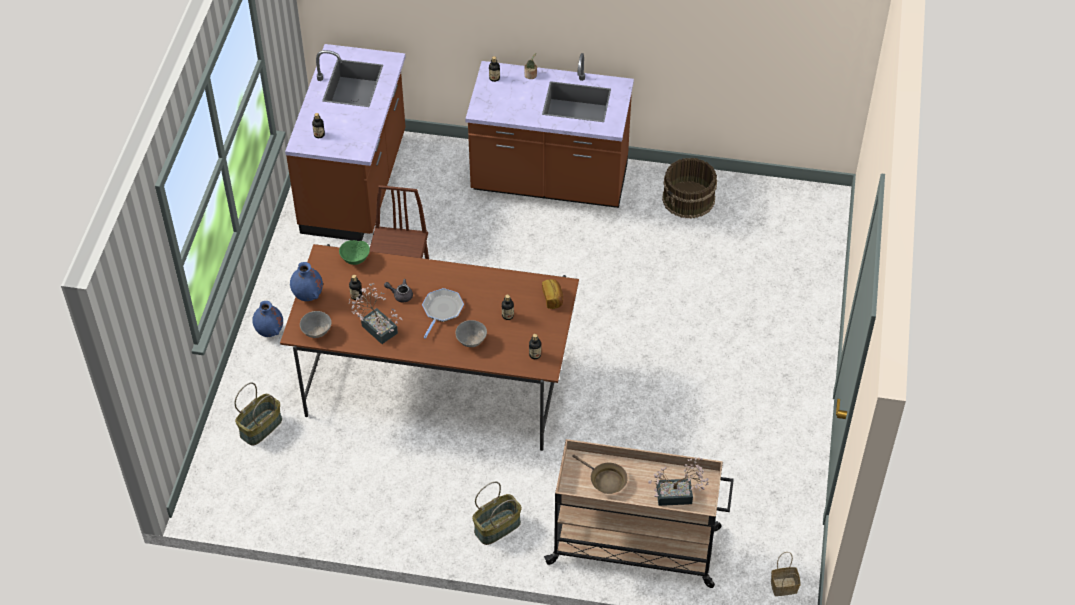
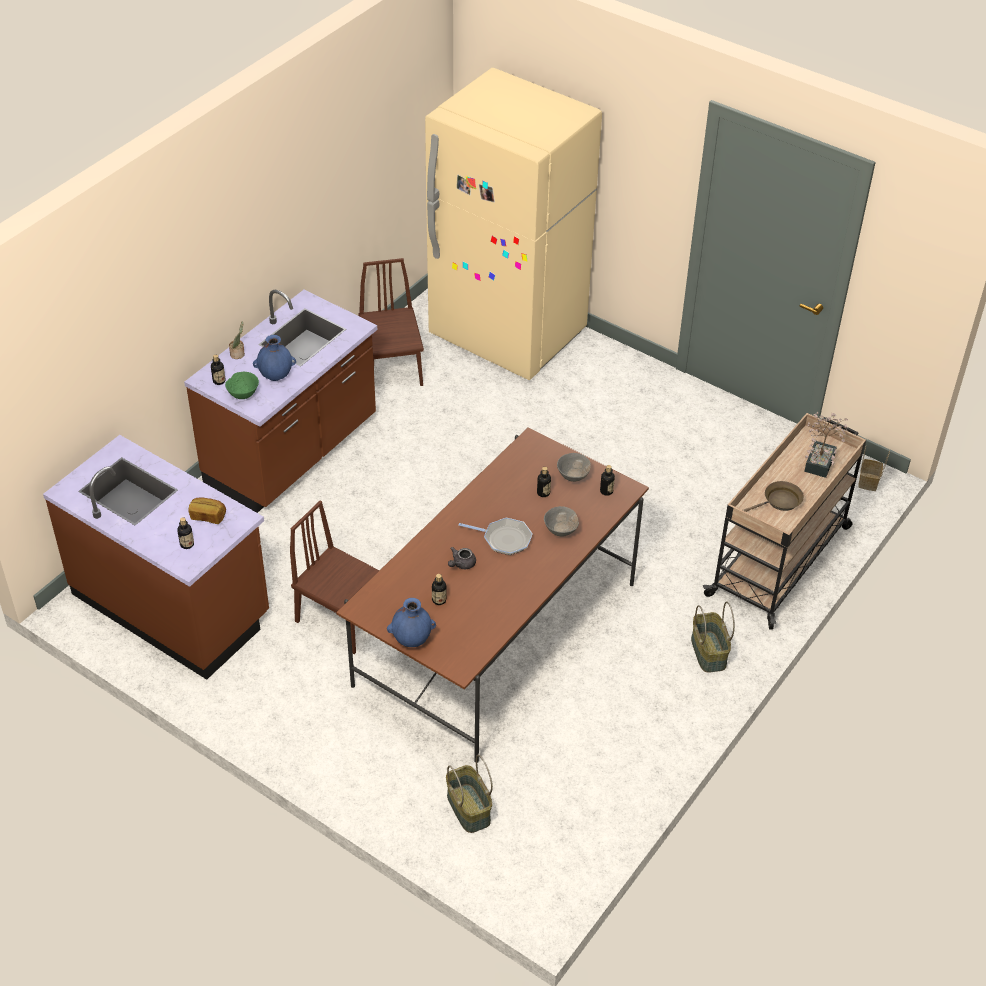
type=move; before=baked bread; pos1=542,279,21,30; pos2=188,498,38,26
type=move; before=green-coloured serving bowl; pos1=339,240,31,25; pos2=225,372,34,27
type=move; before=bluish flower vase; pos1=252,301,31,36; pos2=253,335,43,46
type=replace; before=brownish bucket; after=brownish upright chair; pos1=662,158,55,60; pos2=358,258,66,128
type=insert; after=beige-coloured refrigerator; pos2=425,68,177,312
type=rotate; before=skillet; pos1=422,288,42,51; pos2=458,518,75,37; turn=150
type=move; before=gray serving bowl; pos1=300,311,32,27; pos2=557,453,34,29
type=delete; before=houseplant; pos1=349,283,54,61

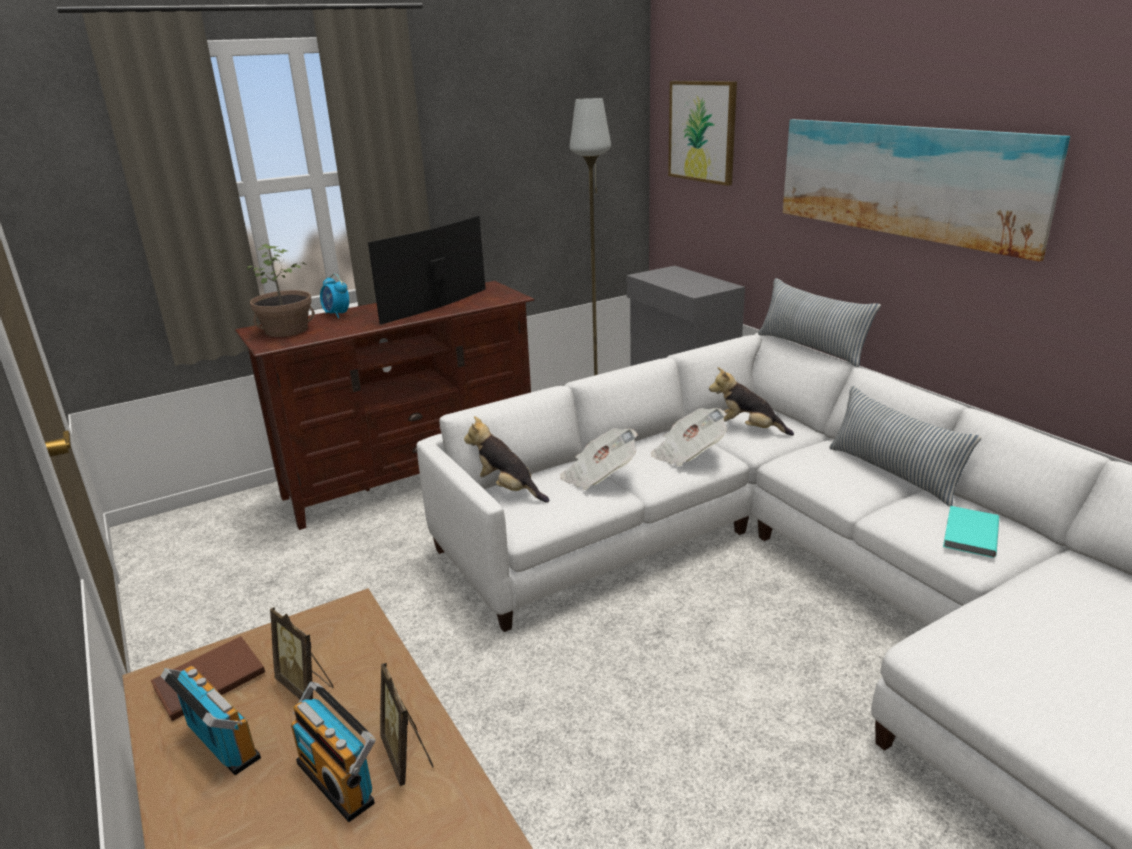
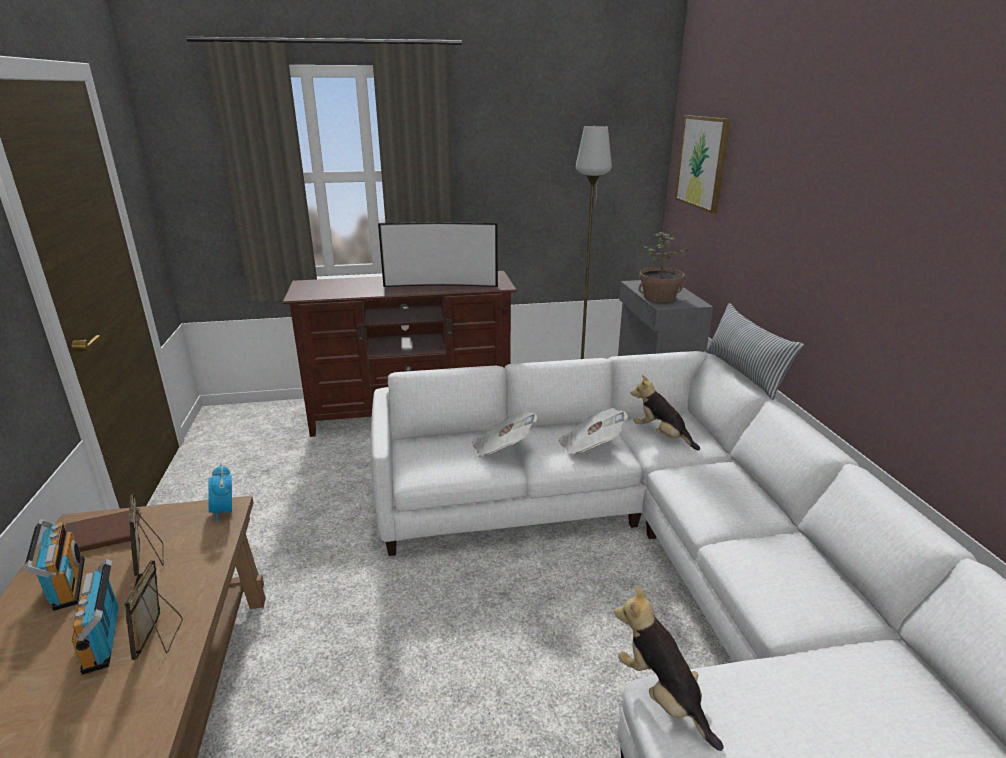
type=move; before=bedside clock; pos1=320,273,29,45; pos2=208,464,24,58
type=rotate; before=TV set; pos1=368,216,118,108; pos2=378,222,120,65; turn=-150
type=move; before=cuddly toy; pos1=464,416,86,87; pos2=614,585,110,166
type=move; before=houseplant; pos1=247,244,68,93; pos2=638,232,50,70
type=delete; before=wall art; pos1=783,119,287,142
type=delete; before=pillow; pos1=829,386,153,121
type=delete; before=turquoise bound book; pos1=943,506,56,52

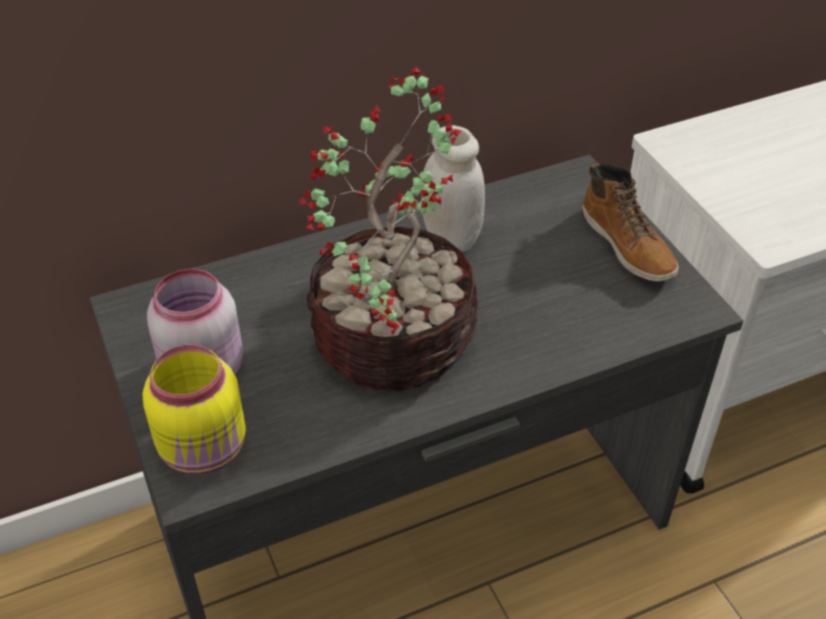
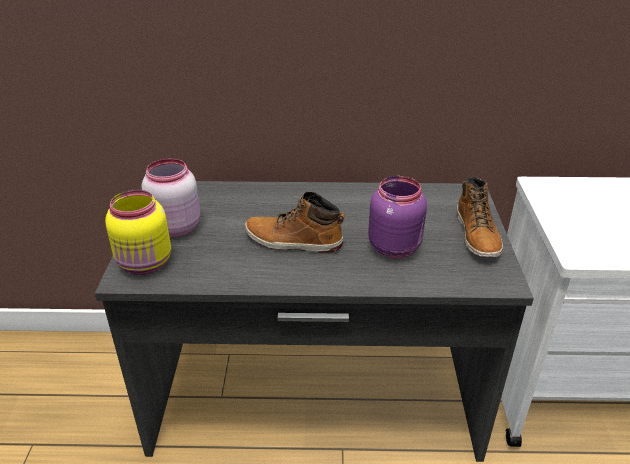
type=replace; before=houseplant; after=tall boot; pos1=299,67,179,324; pos2=245,192,100,60
type=insert; after=purple-coloured preserve jar; pos2=368,176,59,82
type=delete; before=white-coloured preserve jar; pos1=421,125,64,128

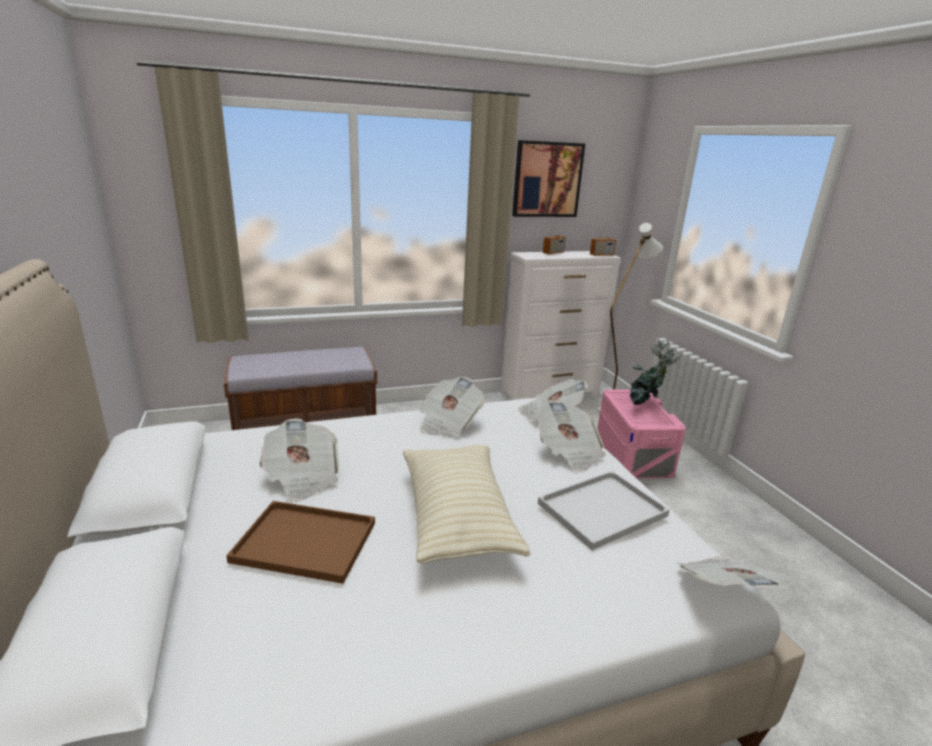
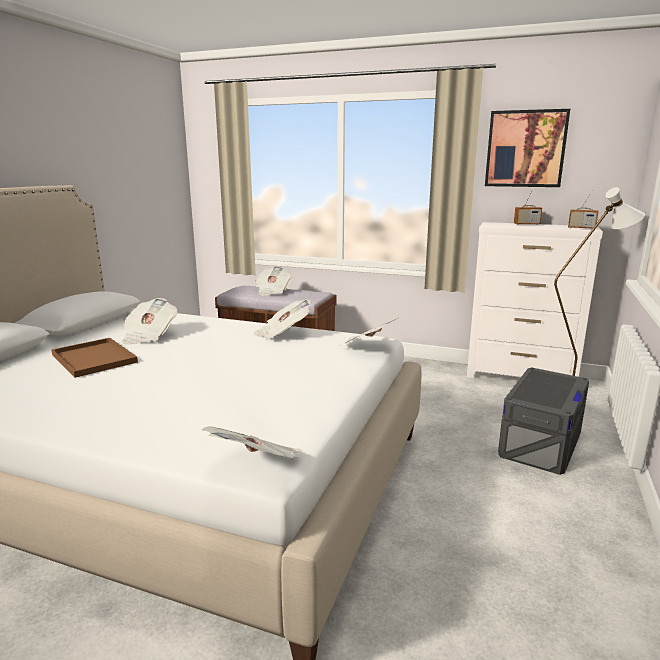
type=move; before=daily paper; pos1=537,400,69,73; pos2=256,266,36,30
type=recolor; before=pink-coloured storage bin; after=gray storage bin; pos1=597,390,89,88; pos2=498,368,91,107
type=delete; before=beige-coloured pillow; pos1=403,445,127,118
type=delete; before=white-coloured tray; pos1=538,471,132,79
type=delete; before=houseplant; pos1=630,339,52,66

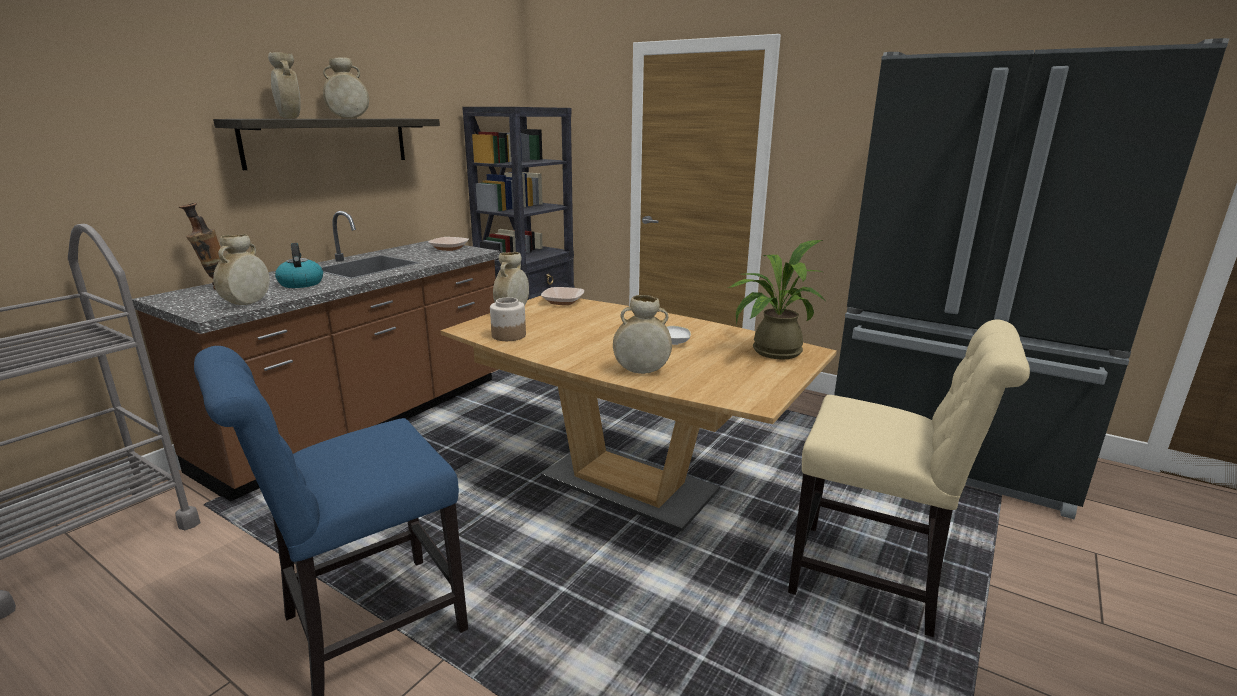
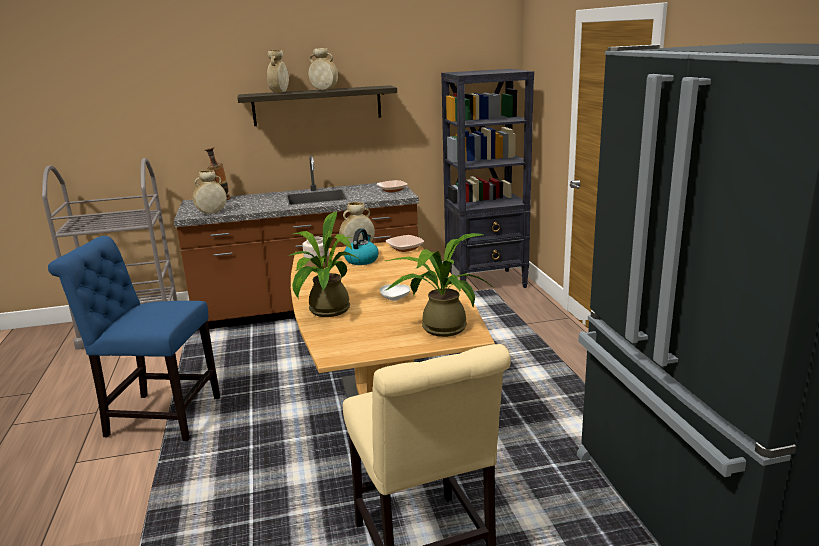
type=replace; before=beige-coloured flower vase; after=houseplant; pos1=613,295,59,79; pos2=287,211,72,106
type=move; before=tea kettle; pos1=275,243,48,45; pos2=344,228,35,37

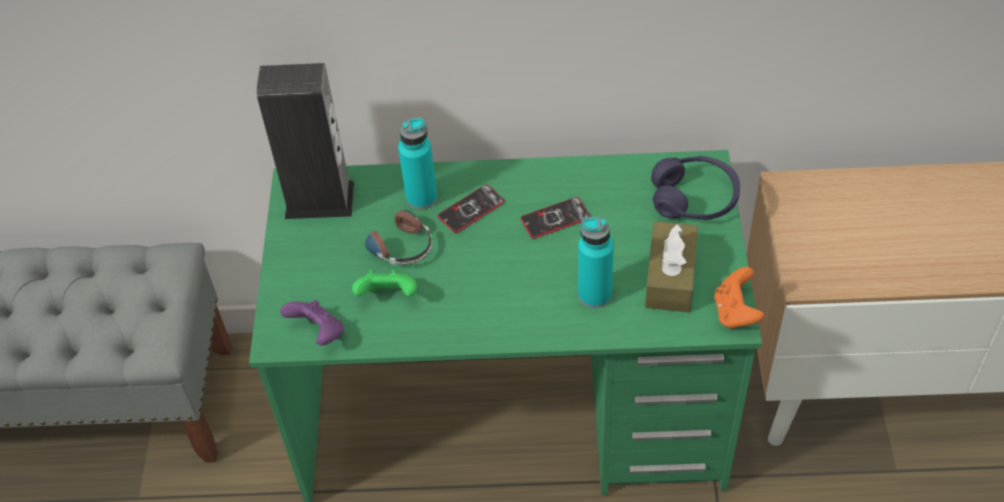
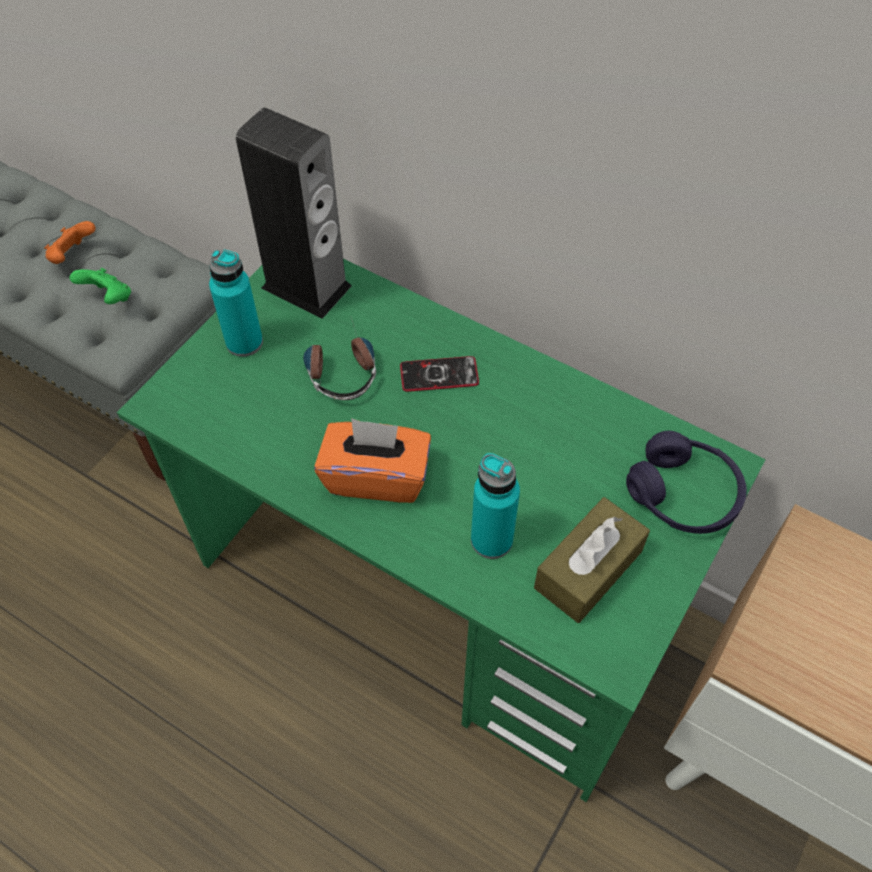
type=move; before=orange-coloured game controller; pos1=714,267,50,62; pos2=44,221,51,43
type=move; before=green-coloured game controller; pos1=352,270,65,27; pos2=70,268,61,36
type=move; before=turquoise bottle; pos1=398,118,39,91; pos2=209,249,54,108
type=insert; after=orange-coloured tissue holder; pos2=314,418,117,85
type=delete; before=purple-coloured game controller; pos1=280,300,64,45
type=delete; before=phone; pos1=520,197,70,42

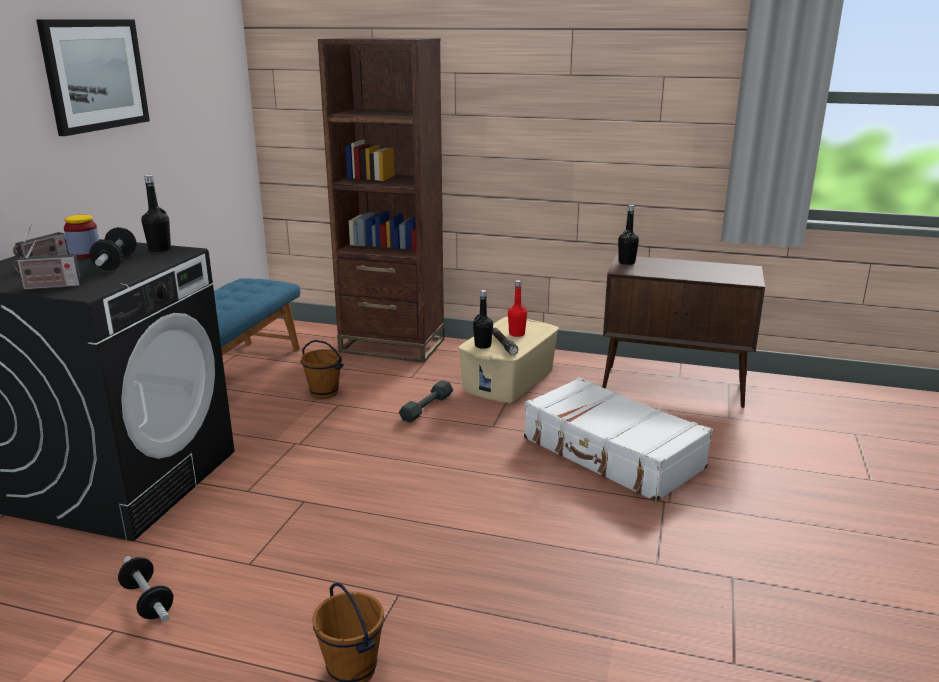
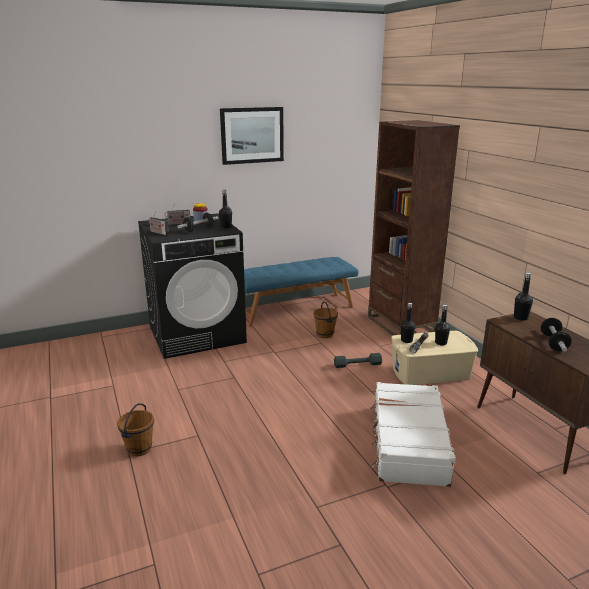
type=recolor; before=red bottle; after=black bottle; pos1=508,280,19,57; pos2=435,305,15,40
type=move; before=dumbbell; pos1=118,556,55,66; pos2=541,318,31,34

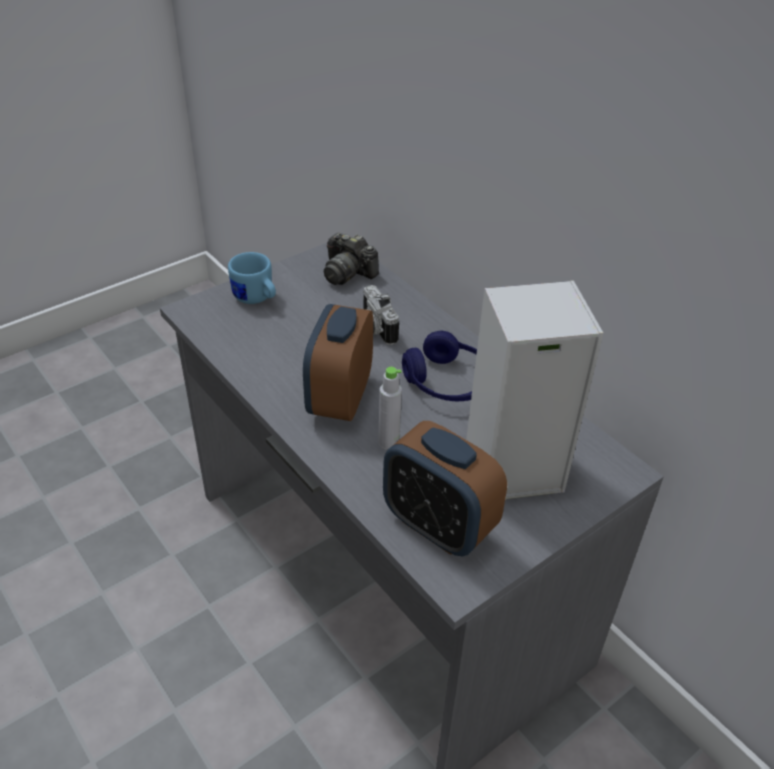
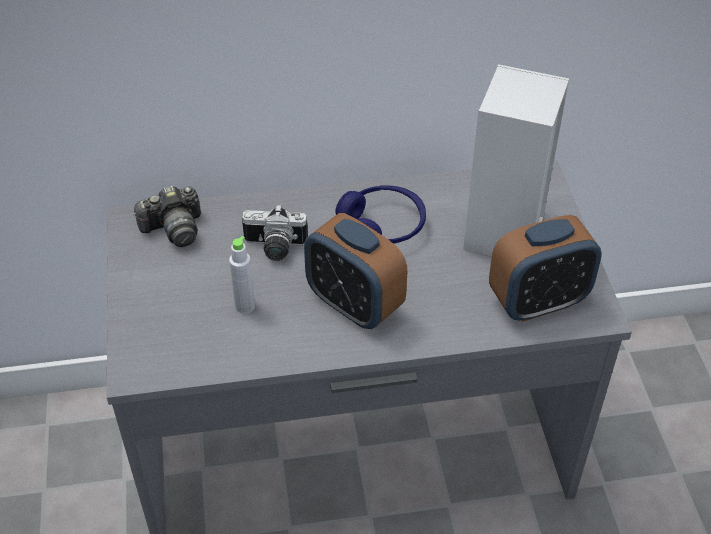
type=move; before=gray bottle; pos1=378,367,24,83; pos2=229,236,26,78
type=delete; before=bluish coffee mug; pos1=228,252,48,52

